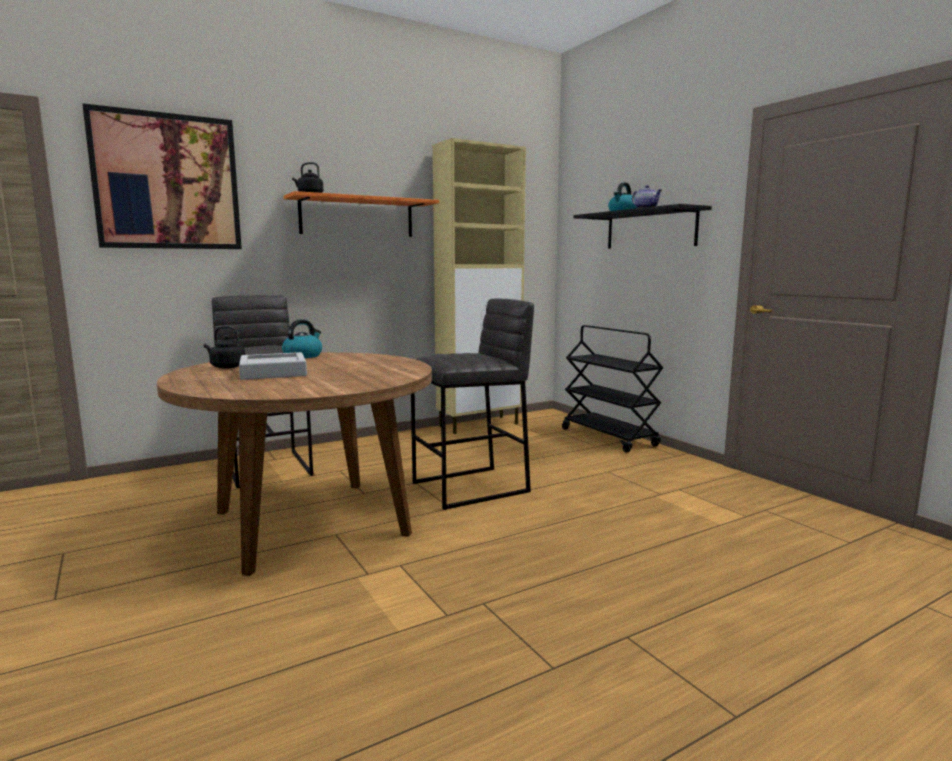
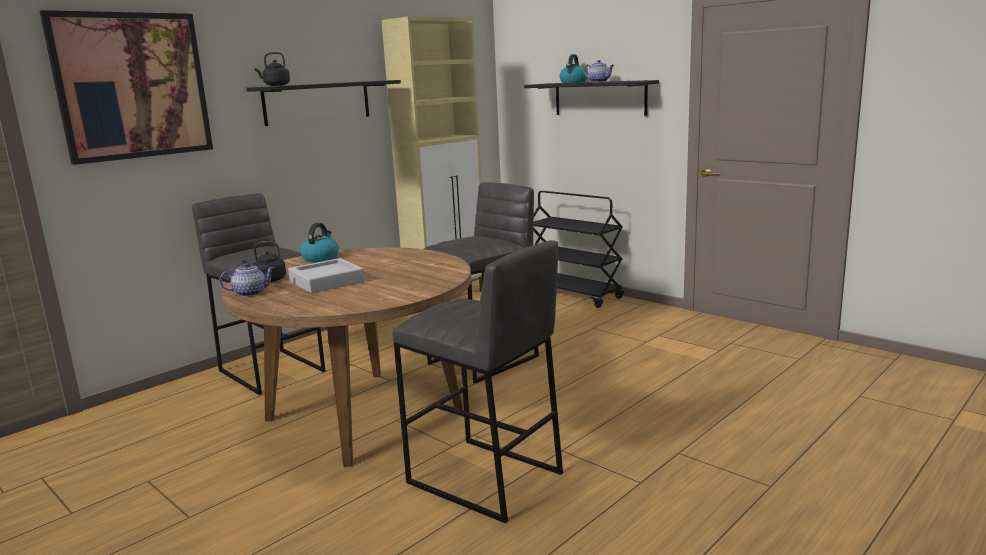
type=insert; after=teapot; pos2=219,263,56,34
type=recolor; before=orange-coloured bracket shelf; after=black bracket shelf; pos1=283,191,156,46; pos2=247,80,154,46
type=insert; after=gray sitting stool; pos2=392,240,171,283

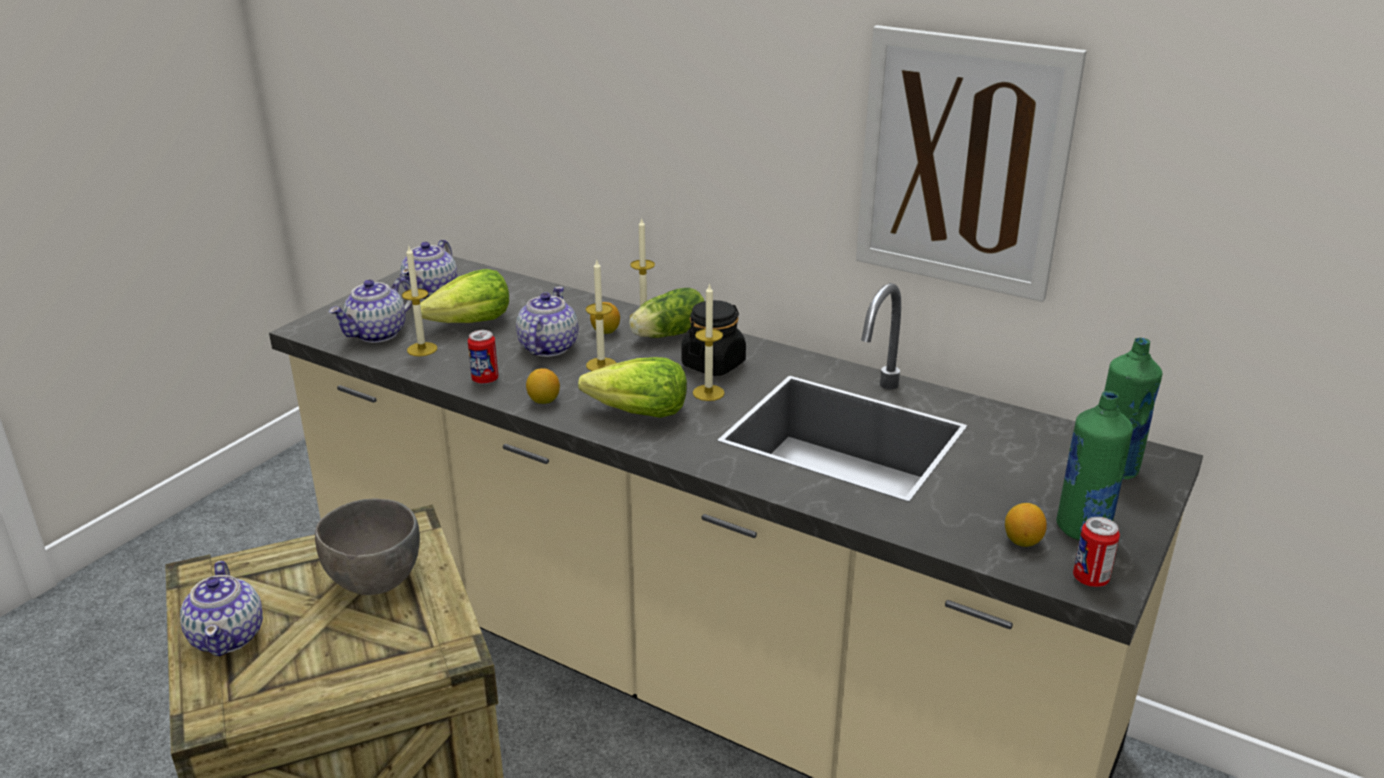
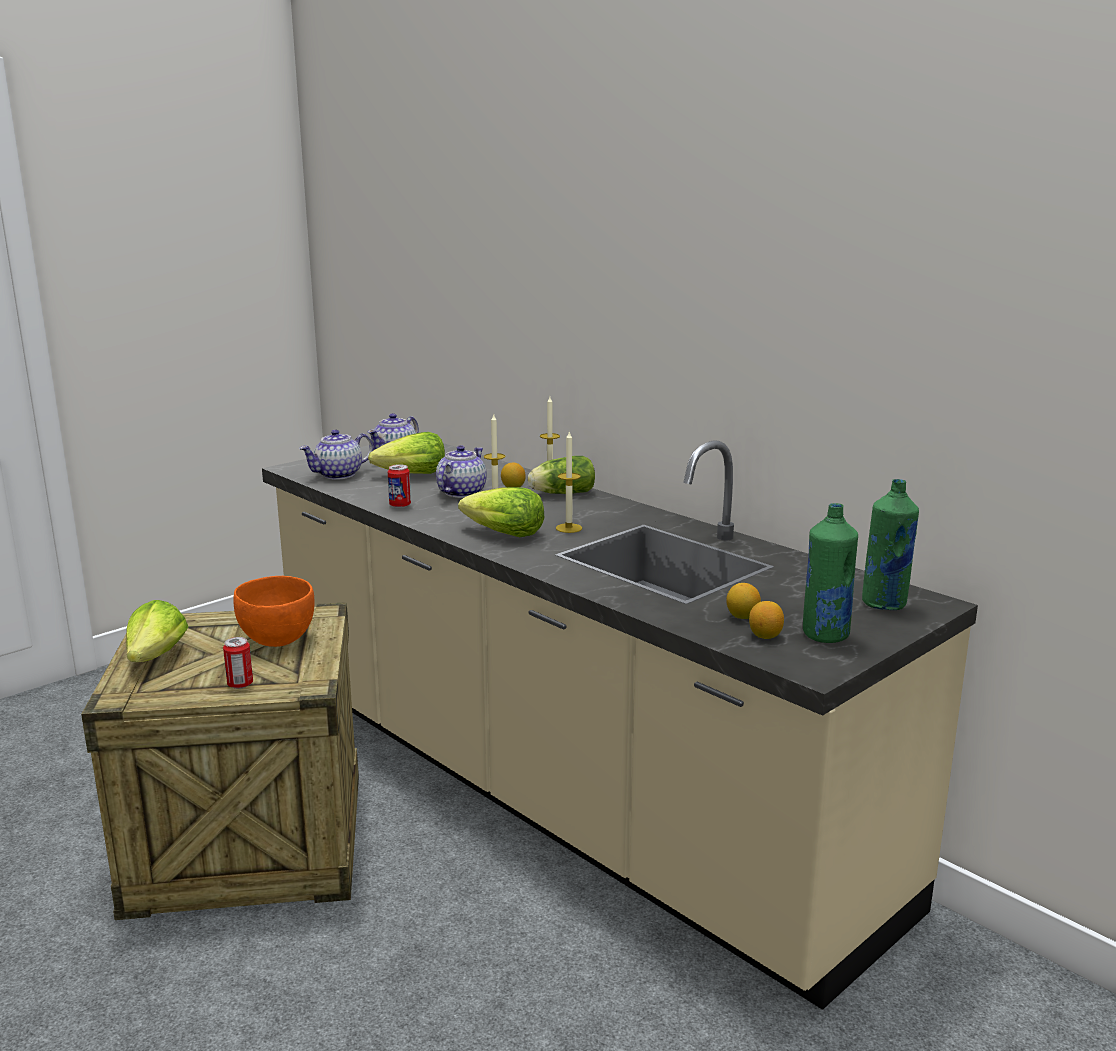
type=replace; before=teapot; after=lettuce; pos1=180,561,83,95; pos2=126,600,62,62
type=move; before=metal can; pos1=1073,517,47,70; pos2=223,637,30,52
type=recolor; before=gray serving bowl; after=orange-coloured serving bowl; pos1=315,498,105,97; pos2=233,576,81,71
type=move; before=whole lemon; pos1=526,368,34,36; pos2=726,583,35,36
type=delete; before=wax candle; pos1=402,247,35,109
type=delete; before=black preserve jar; pos1=681,300,65,76
type=delete; before=wall art; pos1=856,25,231,277

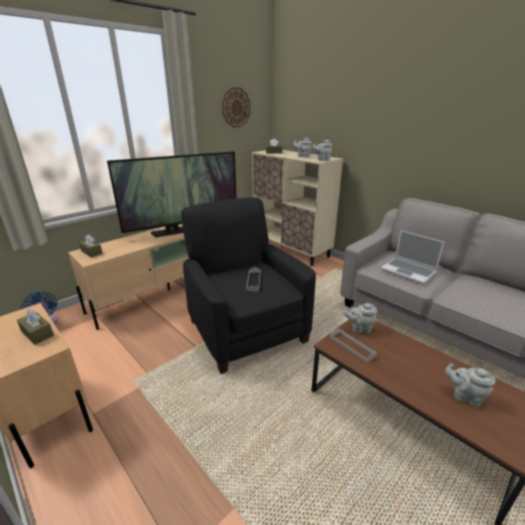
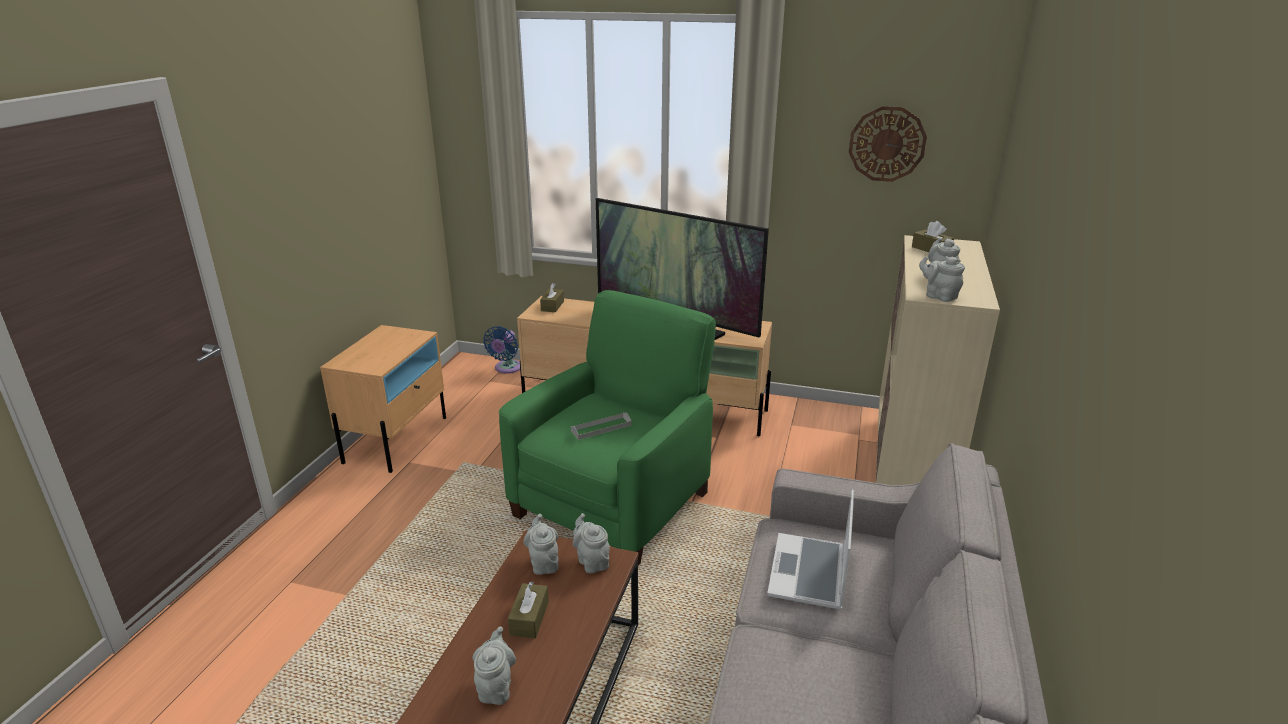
type=recolor; before=black easy chair; after=green-coloured easy chair; pos1=181,197,135,177; pos2=499,290,217,276
type=move; before=brownish tissue holder; pos1=17,309,37,36; pos2=508,581,41,57
type=replace; before=gray tray; after=gray teapot; pos1=330,328,47,34; pos2=523,514,36,61

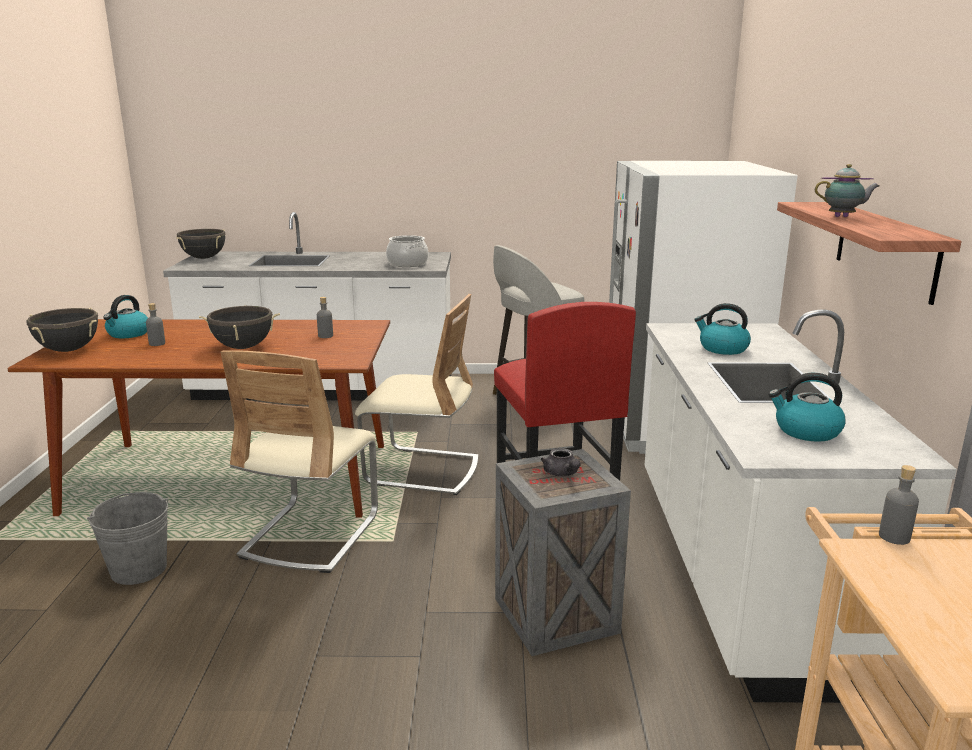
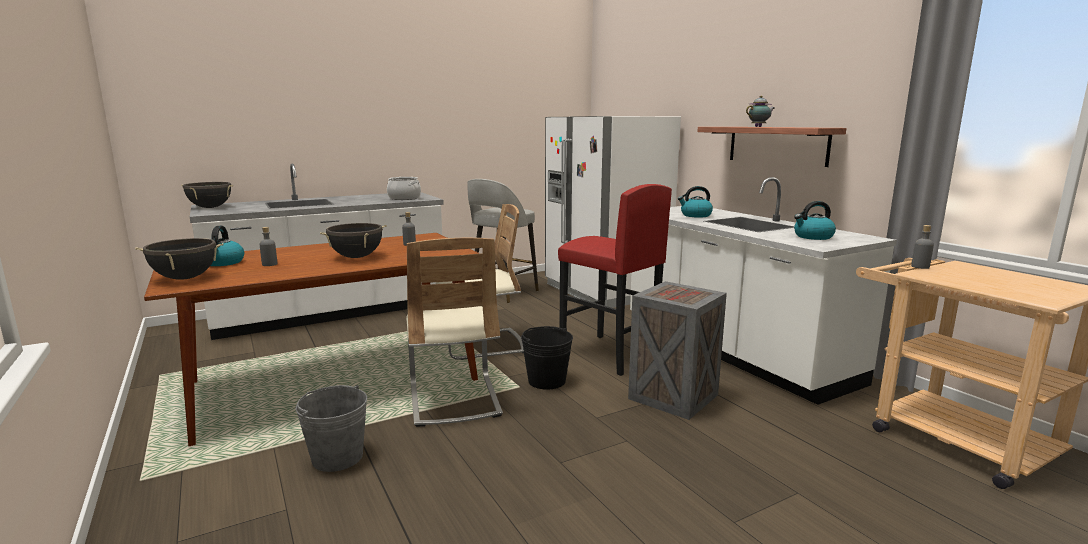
type=insert; after=black bucket; pos2=521,326,52,64
type=delete; before=gray teapot; pos1=541,448,40,29

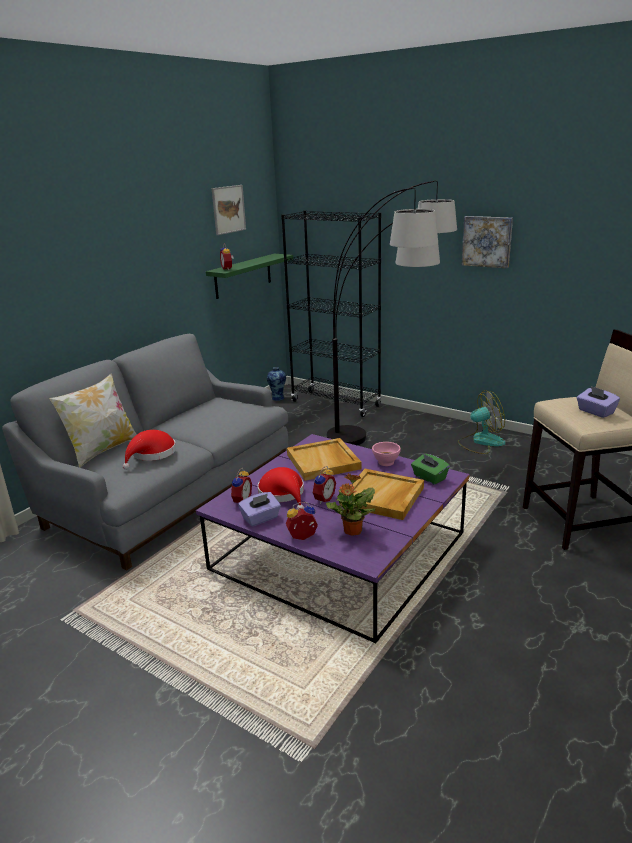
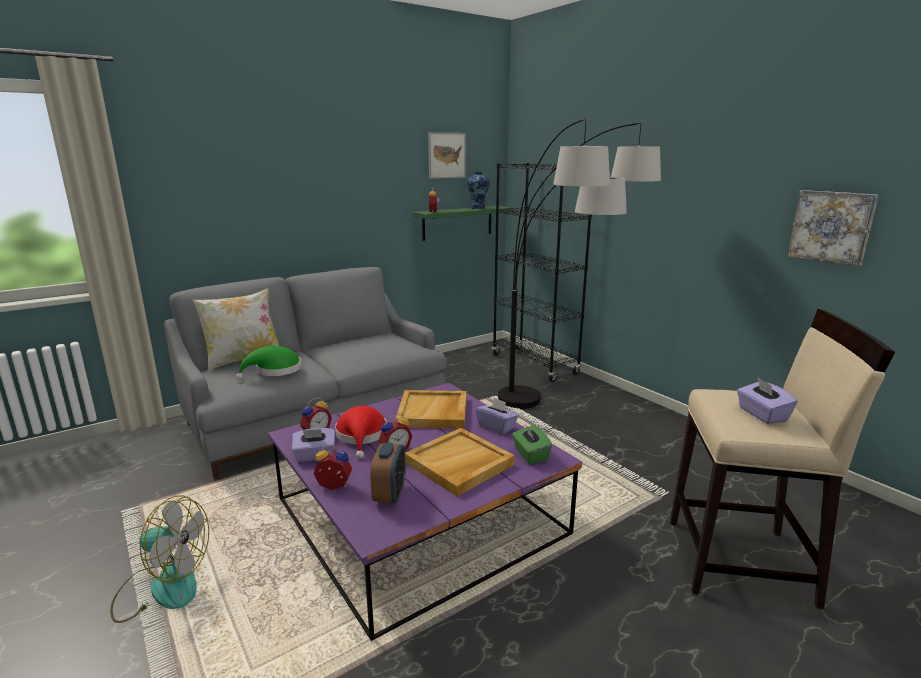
type=move; before=electric fan; pos1=458,390,48,64; pos2=110,495,99,128
type=recolor; before=red clothing hat; after=green-coloured clothing hat; pos1=123,430,53,40; pos2=236,346,65,34
type=replace; before=houseplant; after=bedside clock; pos1=326,474,49,62; pos2=370,443,36,61
type=move; before=flower vase; pos1=267,367,19,34; pos2=467,172,23,37
type=replace; before=pink-coloured serving bowl; after=purple-coloured tissue holder; pos1=372,442,29,24; pos2=476,398,42,37
type=move; before=wall art; pos1=462,216,51,53; pos2=787,190,92,76

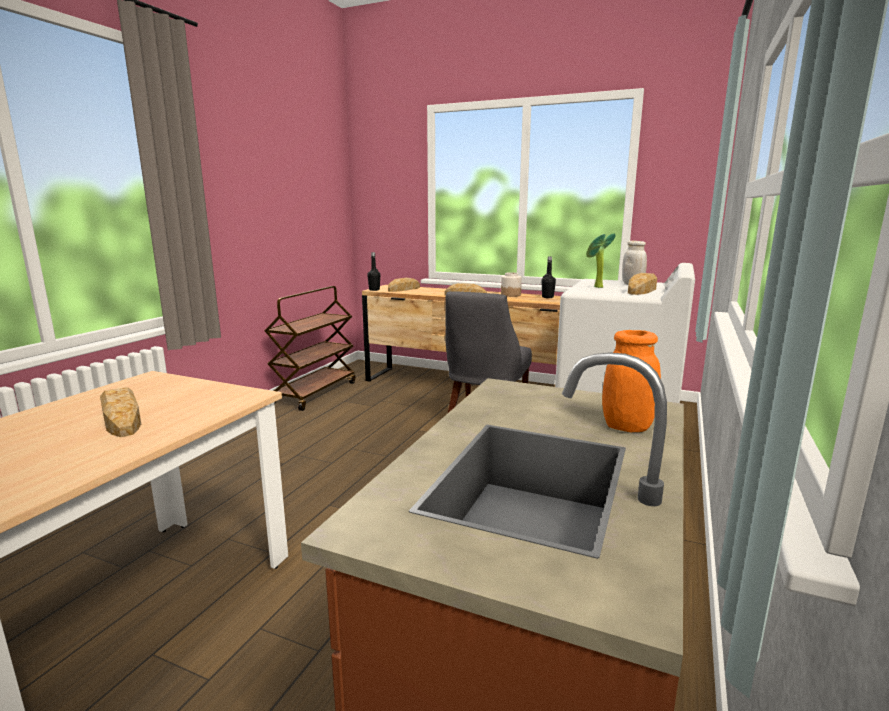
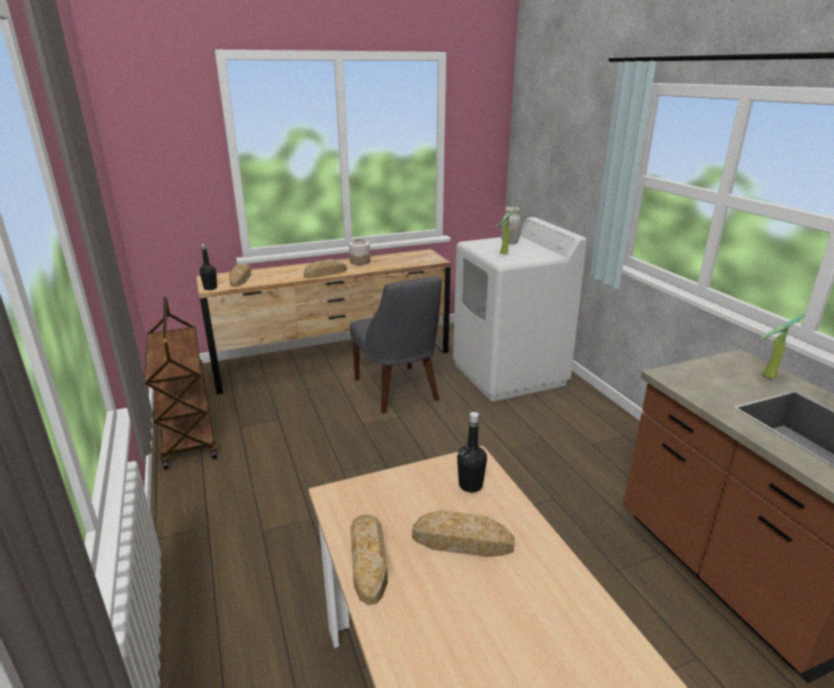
type=move; before=baked bread; pos1=628,273,29,22; pos2=350,514,38,91
type=move; before=black bottle; pos1=542,256,14,42; pos2=457,412,30,80
type=replace; before=orange-coloured preserve jar; after=houseplant; pos1=602,330,59,102; pos2=759,315,47,64

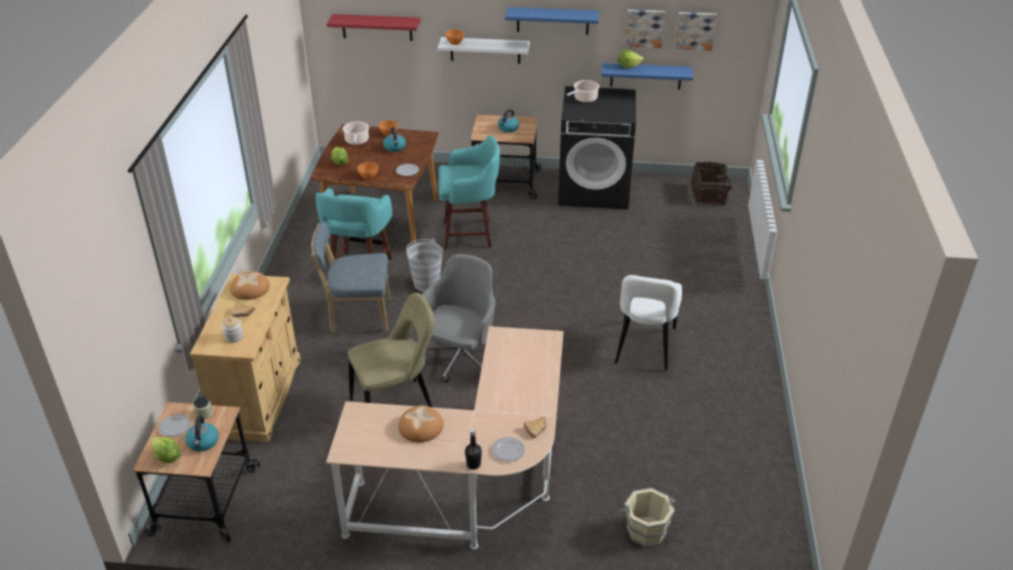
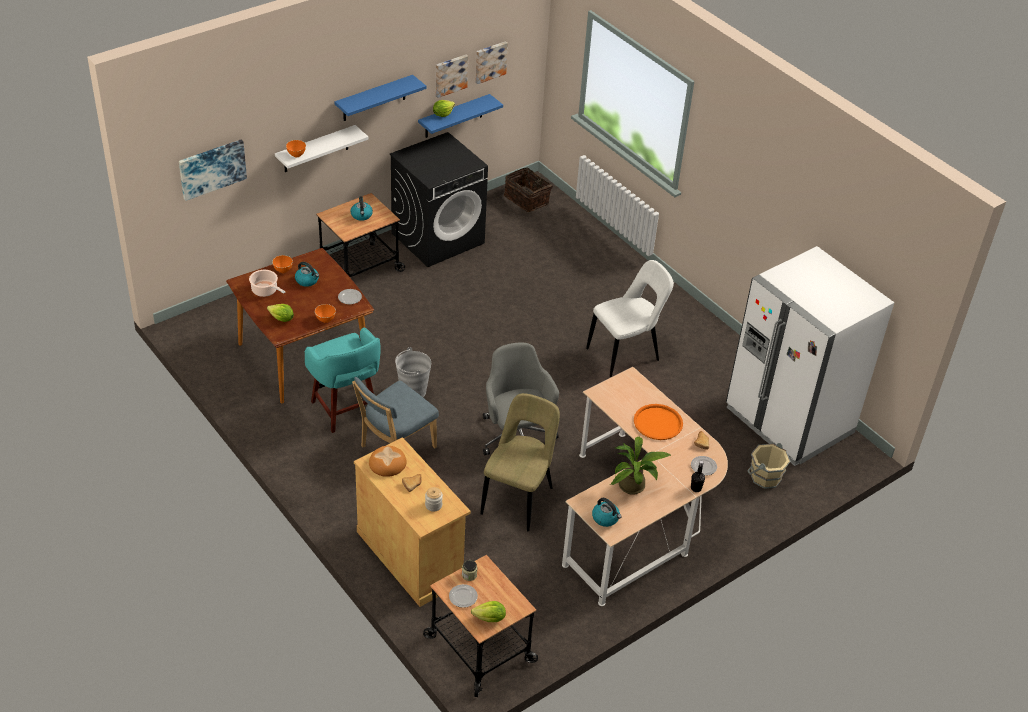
type=replace; before=red bracket shelf; after=wall art; pos1=327,14,94,27; pos2=179,139,68,62
type=rotate; before=white-coloured upright chair; pos1=615,275,67,96; pos2=586,260,88,117; turn=-90
type=move; before=tea kettle; pos1=185,416,34,36; pos2=592,498,30,29
type=replace; before=baked bread; after=houseplant; pos1=398,406,45,36; pos2=610,437,62,58
type=insert; after=orange-coloured tray; pos2=634,404,49,36
type=insert; after=white-coloured refrigerator; pos2=726,246,168,220
type=delete; before=turquoise sitting stool; pos1=439,135,61,114
type=delete; before=cooking pot; pos1=567,80,33,23

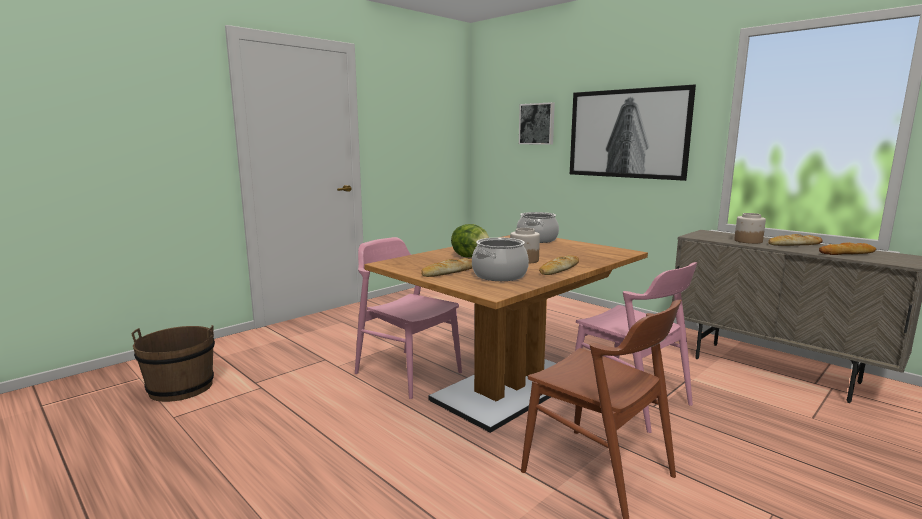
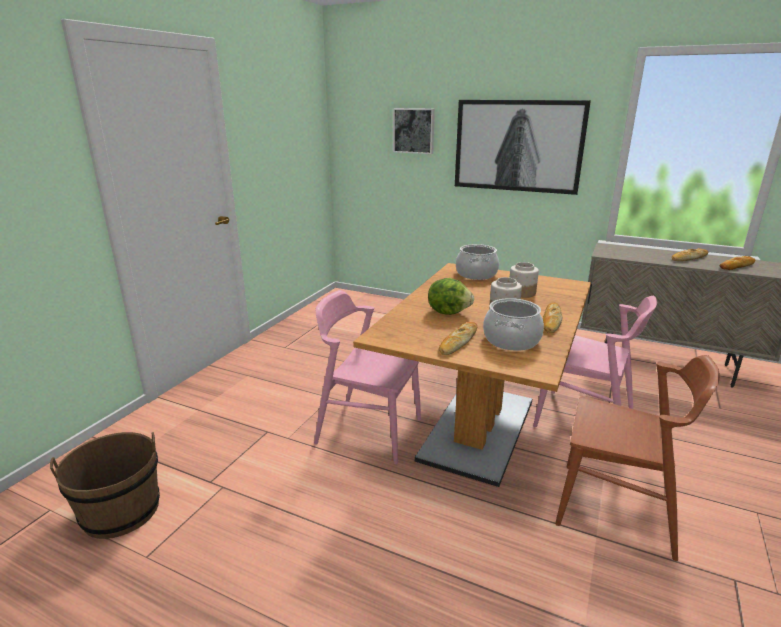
type=move; before=preserve jar; pos1=734,213,32,31; pos2=510,262,29,36

